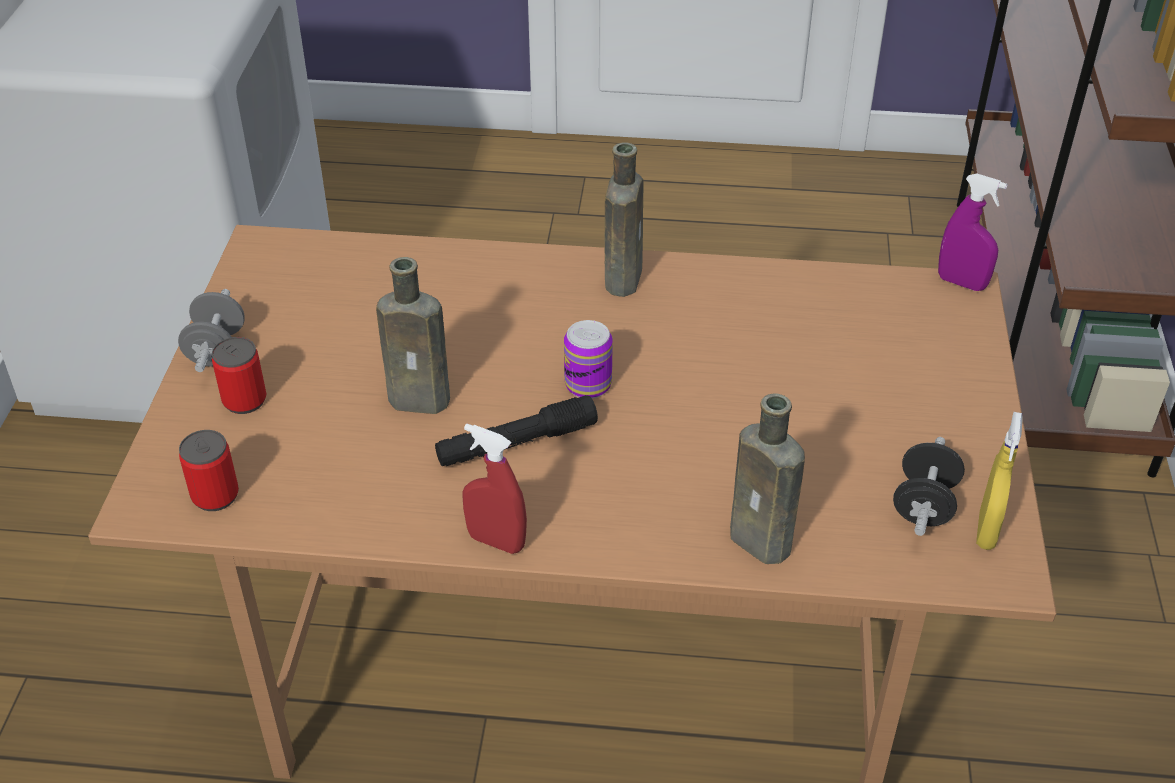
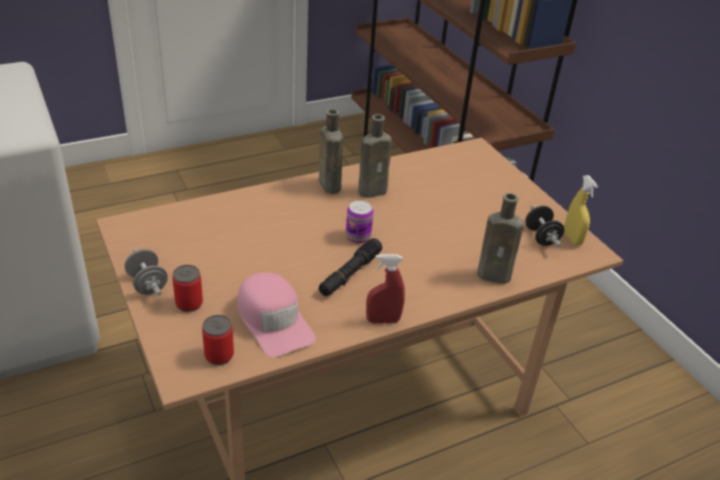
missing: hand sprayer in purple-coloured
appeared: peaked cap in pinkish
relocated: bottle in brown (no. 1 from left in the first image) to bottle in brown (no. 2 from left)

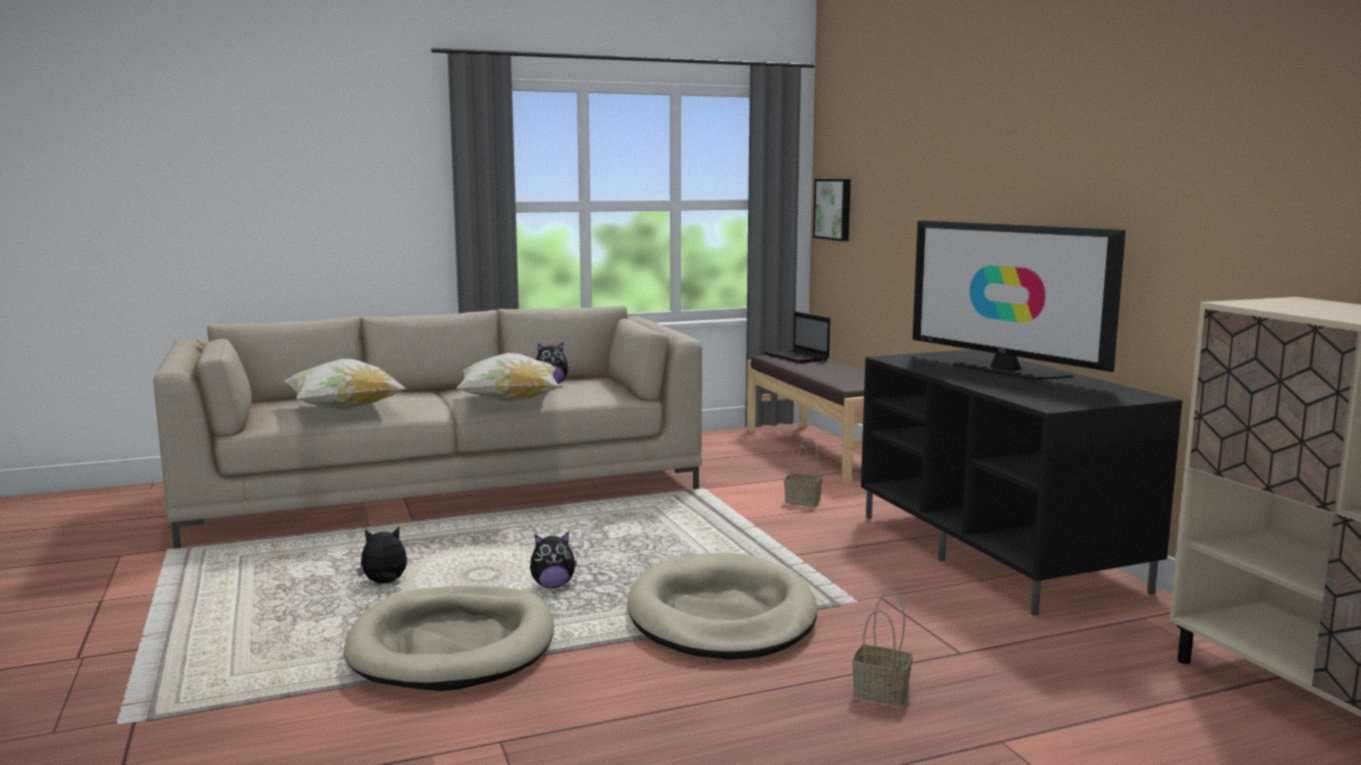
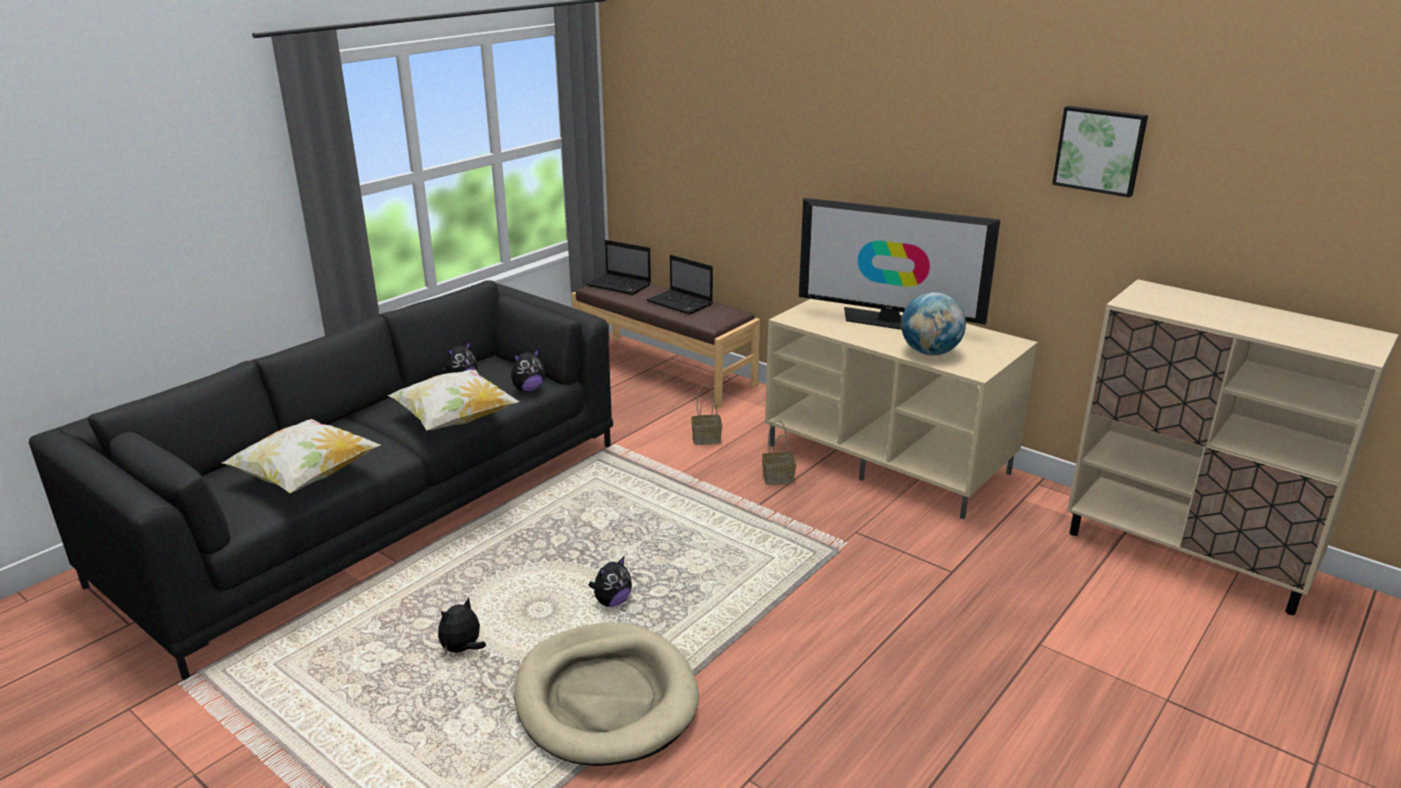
missing: pet bed in sand-coloured (no. 2 from left)
appeared: cuddly toy (no. 3 from left); notebook computer (no. 2 from left); desk globe
relocated: wall picture; basket (no. 2 from left)
colour: sofa in sand-coloured to sofa in black; media console in black to media console in sand-coloured

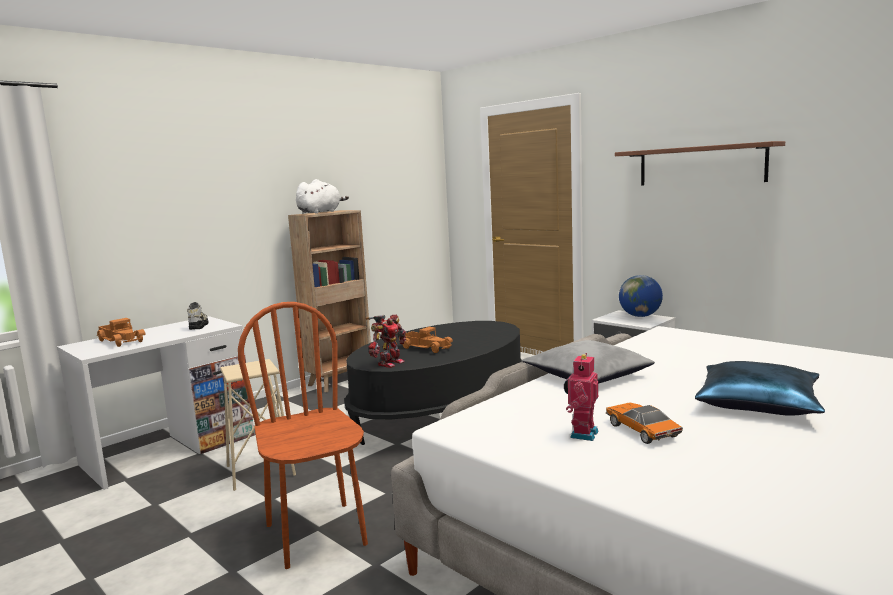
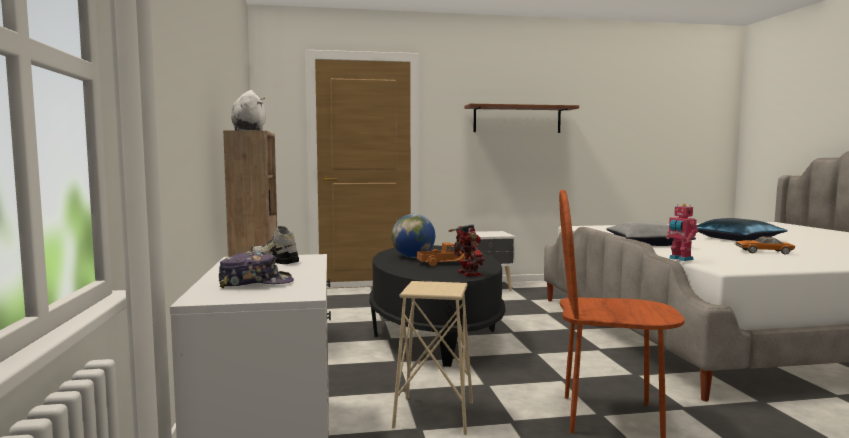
relocated: robot figure (no. 2 from left); desk globe
exchanged: toy lorry (no. 1 from left) to peaked cap

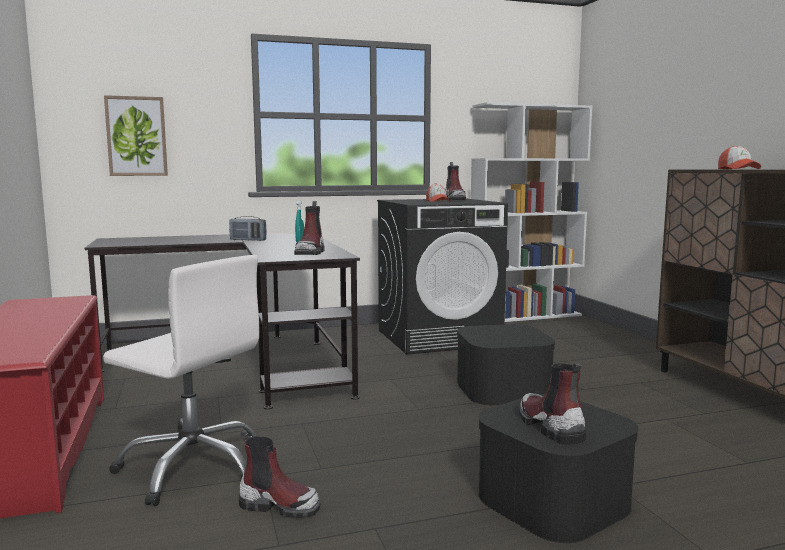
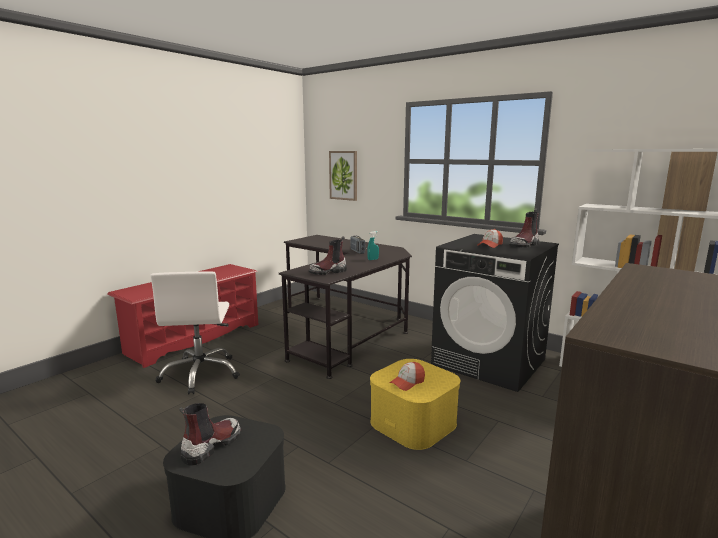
missing: tall boot (no. 1 from left)
relocated: peaked cap (no. 2 from left in the first image) to peaked cap (no. 1 from left)
colour: storage container in black (no. 1 from left) to storage container in yellow-coloured

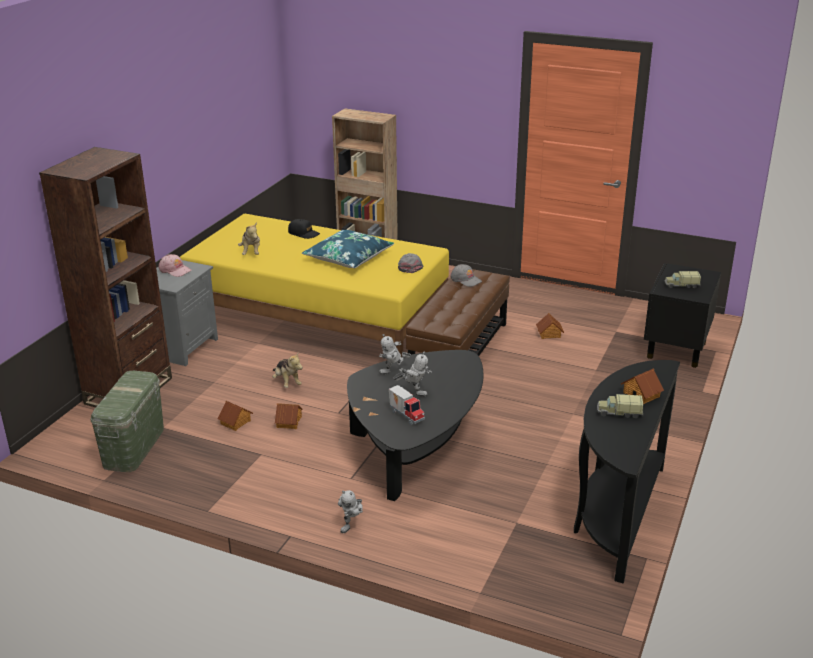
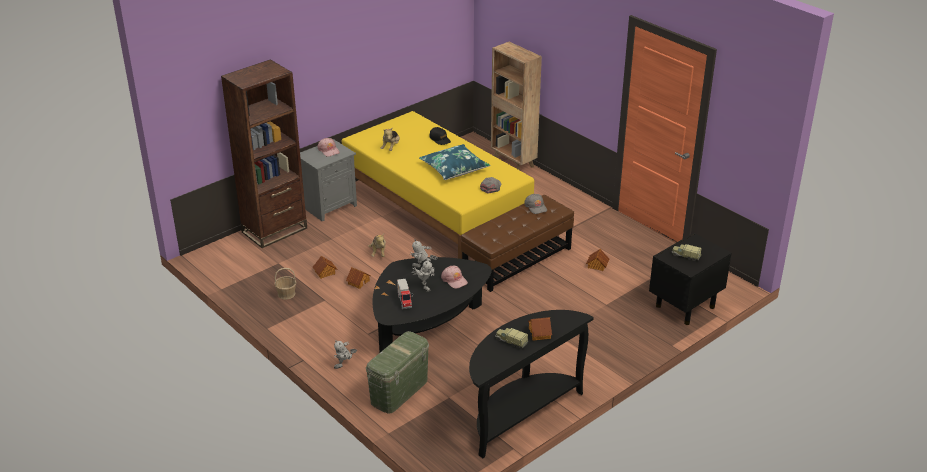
appeared: basket; peaked cap in pinkish (no. 2 from left)
relocated: storage container in green-coloured

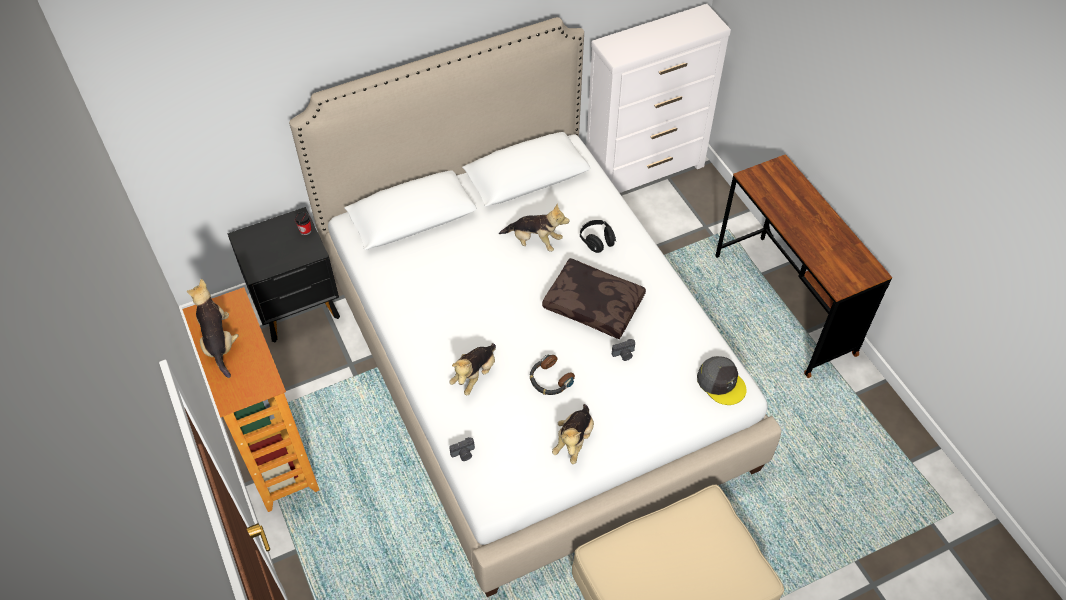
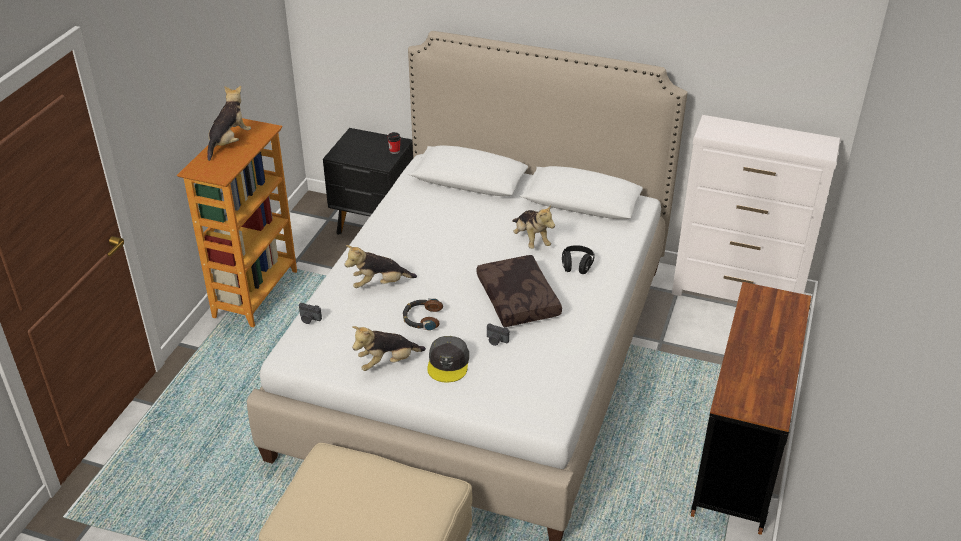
relocated: peaked cap in grey

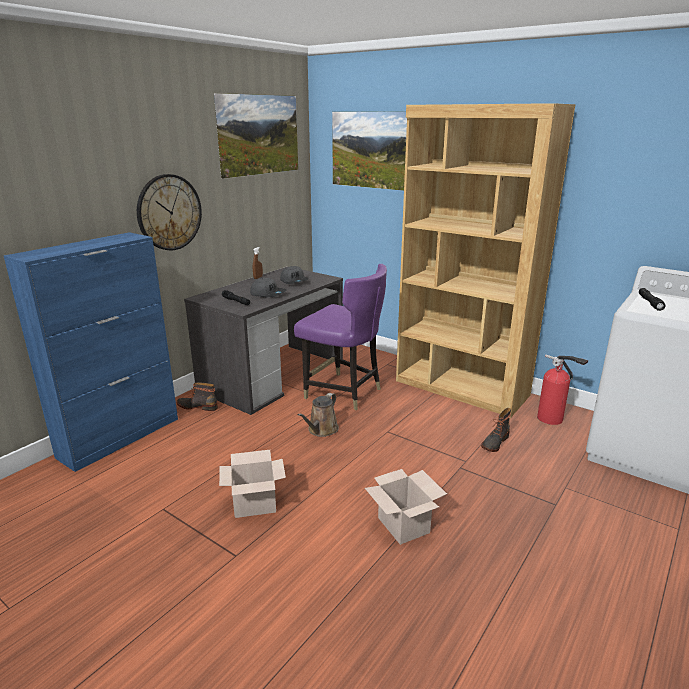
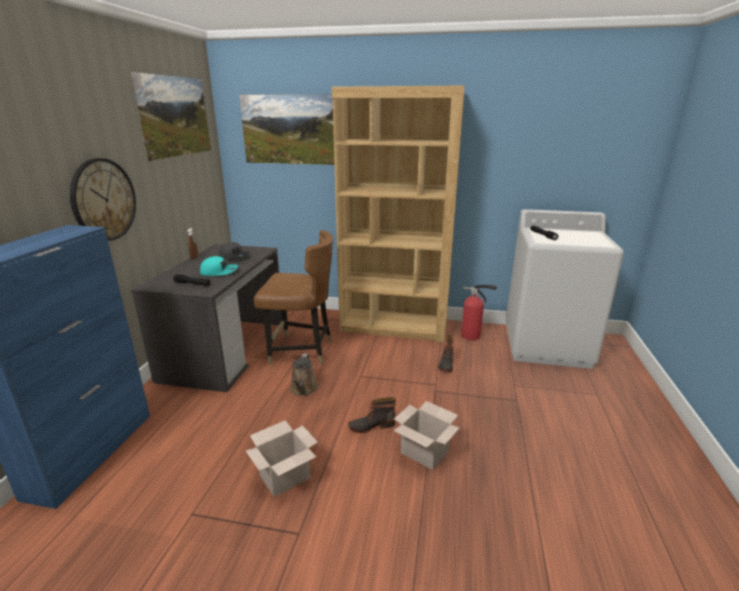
relocated: tall boot (no. 1 from left)
colour: peaked cap in grey (no. 1 from left) to peaked cap in turquoise; plain chair in purple-coloured to plain chair in brown

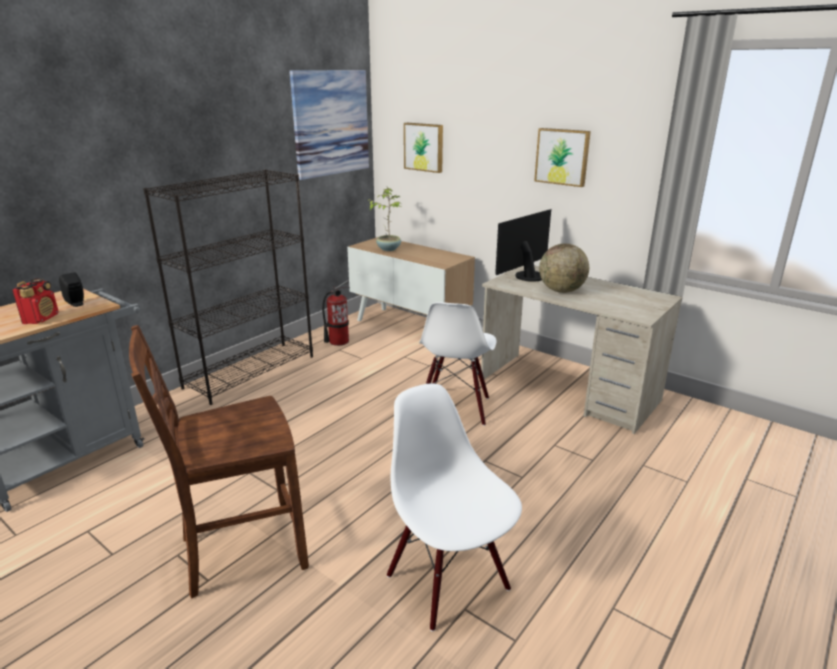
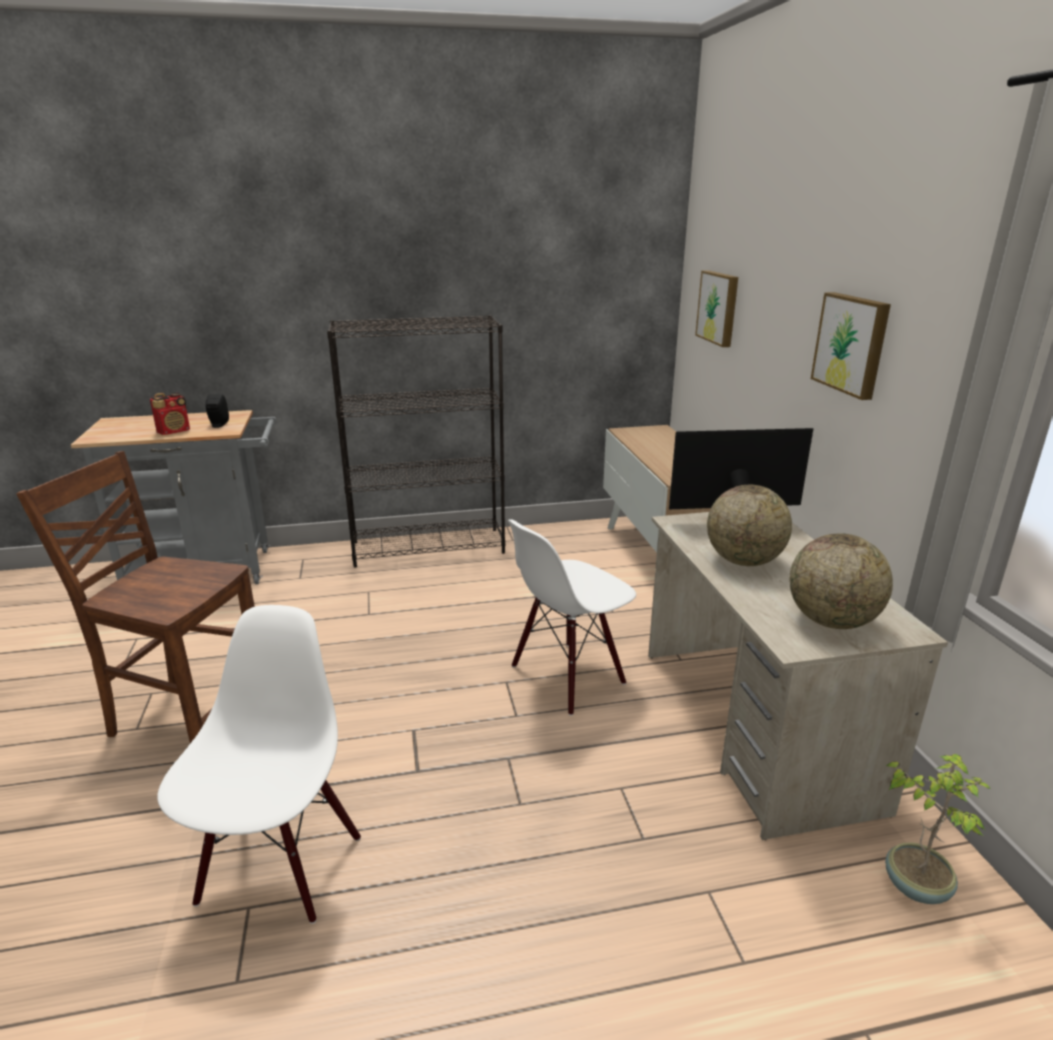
missing: wall picture (no. 1 from left); fire-fighting cylinder
appeared: desk globe (no. 2 from left)
relocated: houseplant

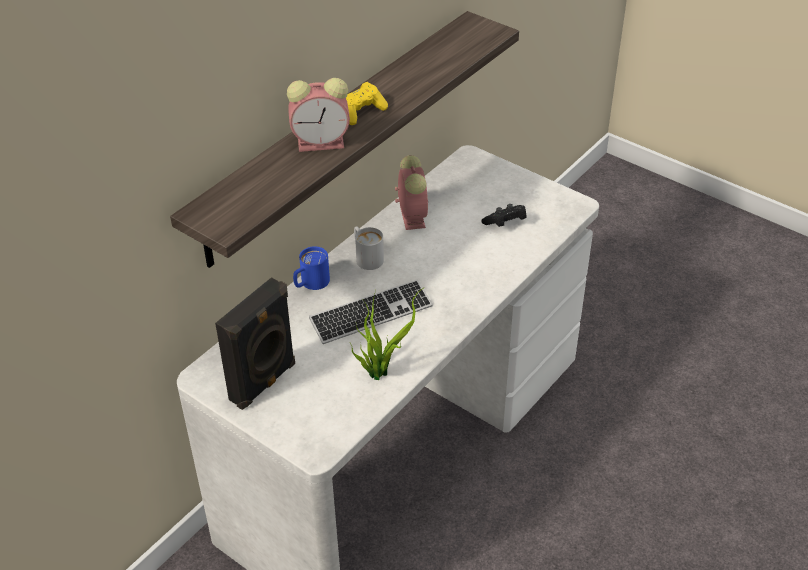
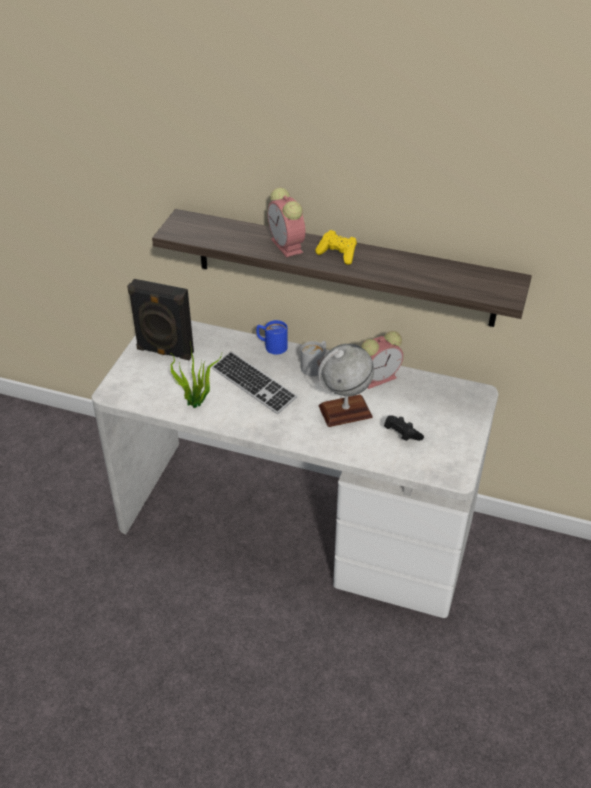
appeared: desk globe

